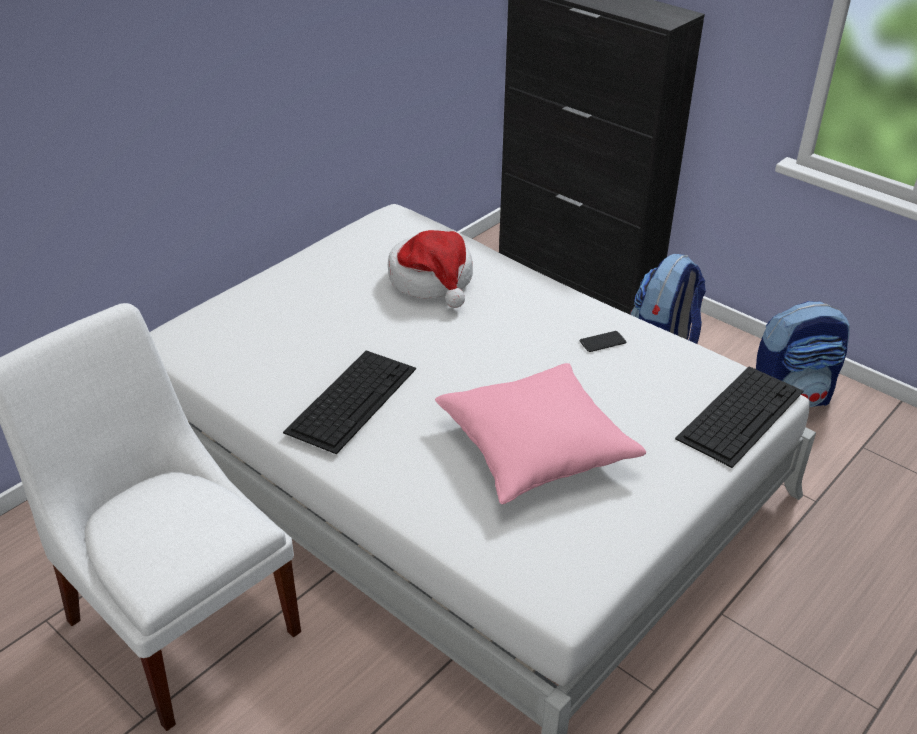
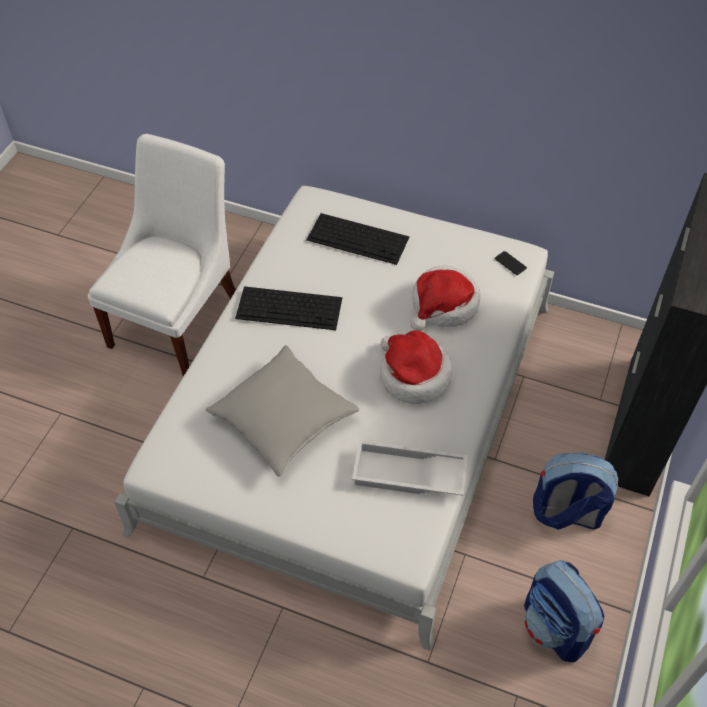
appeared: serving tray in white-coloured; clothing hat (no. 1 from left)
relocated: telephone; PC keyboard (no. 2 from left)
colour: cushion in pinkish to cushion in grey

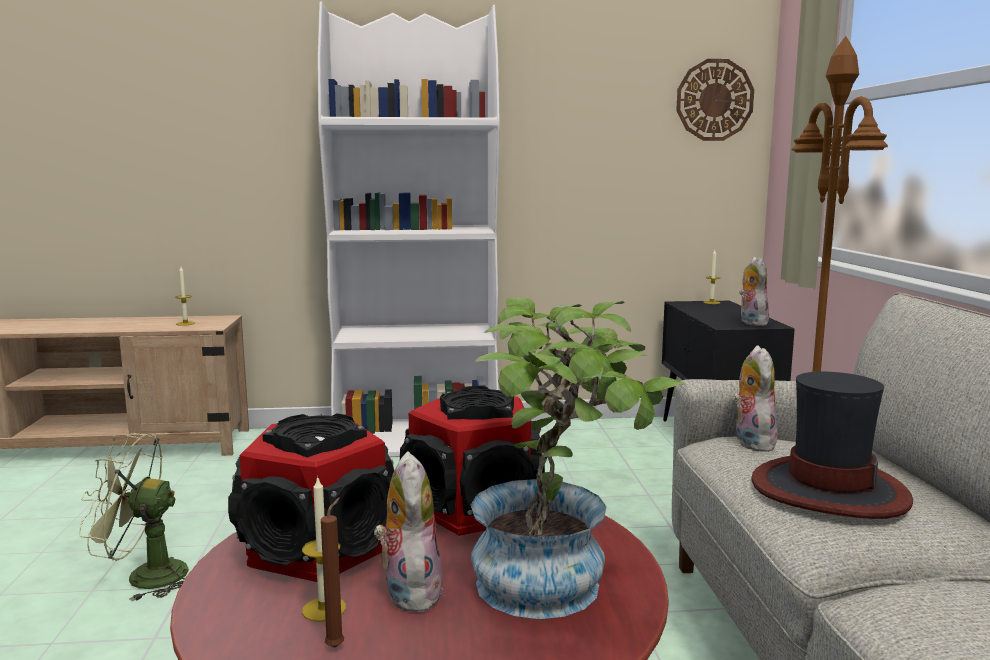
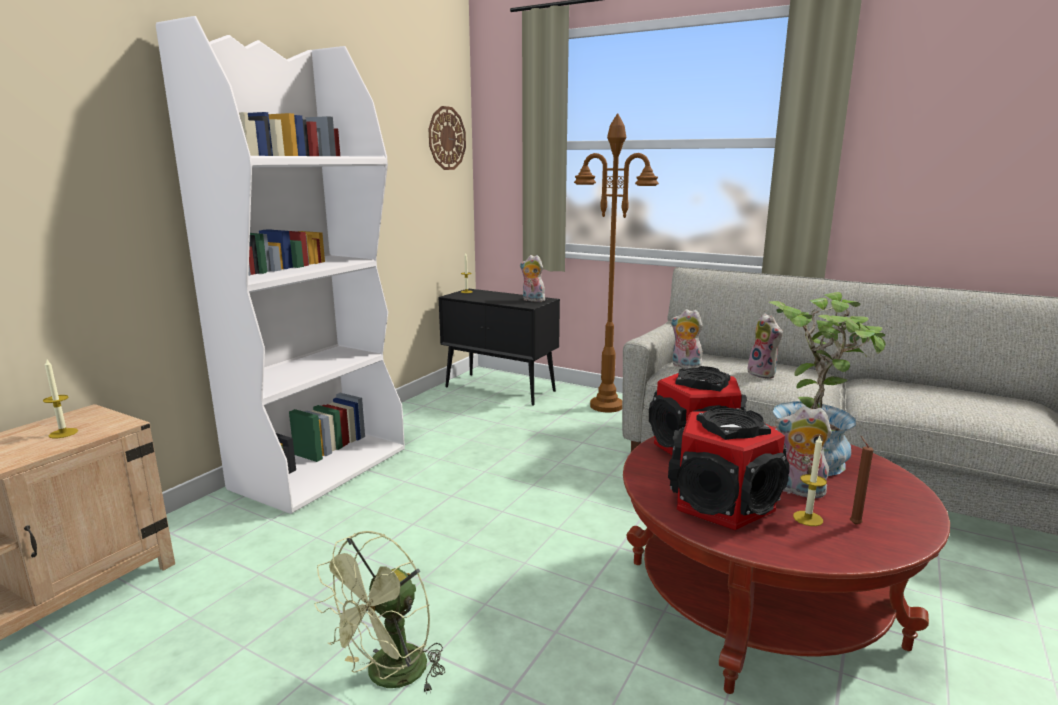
exchanged: clothing hat to cuddly toy (no. 3 from left)

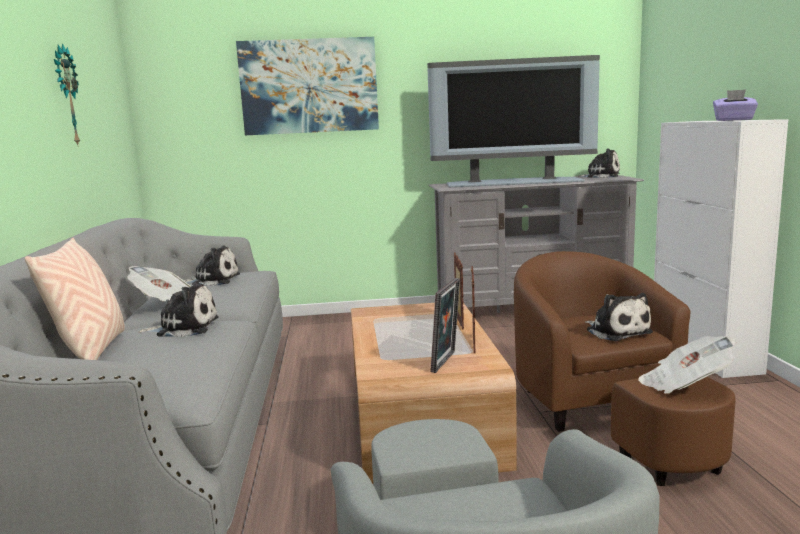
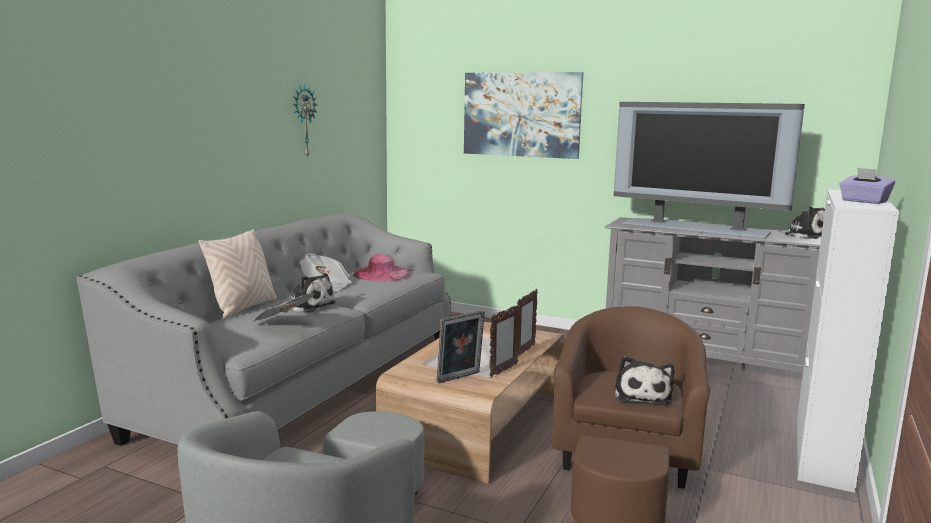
relocated: daily paper (no. 2 from left in the first image) to daily paper (no. 1 from left)
exchanged: cuddly toy (no. 2 from left) to clothing hat in pinkish

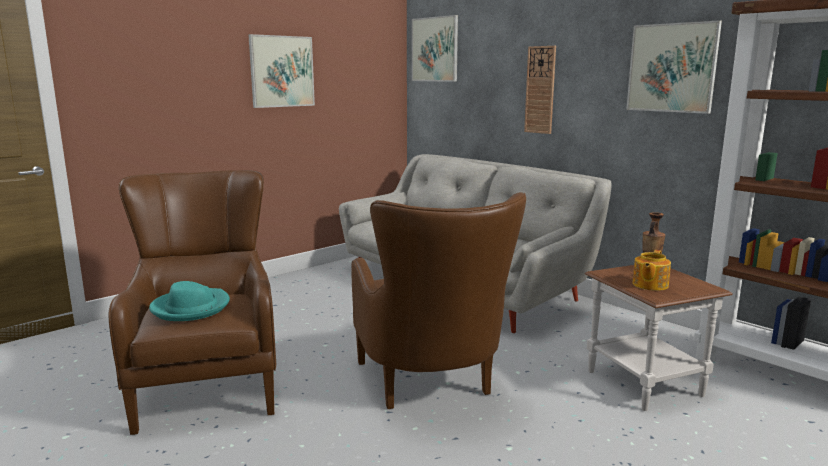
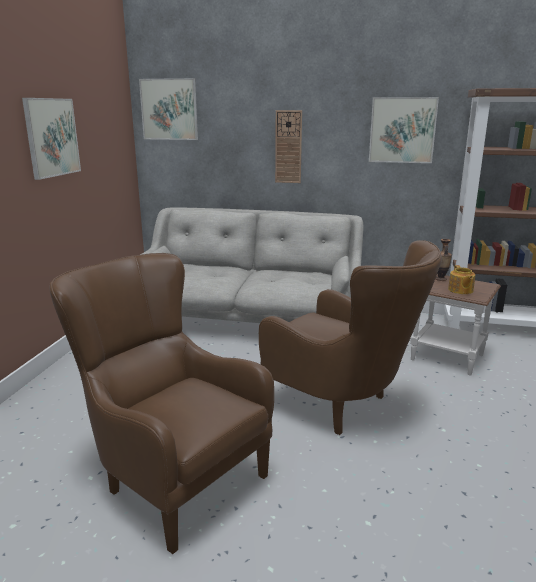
missing: clothing hat in turquoise

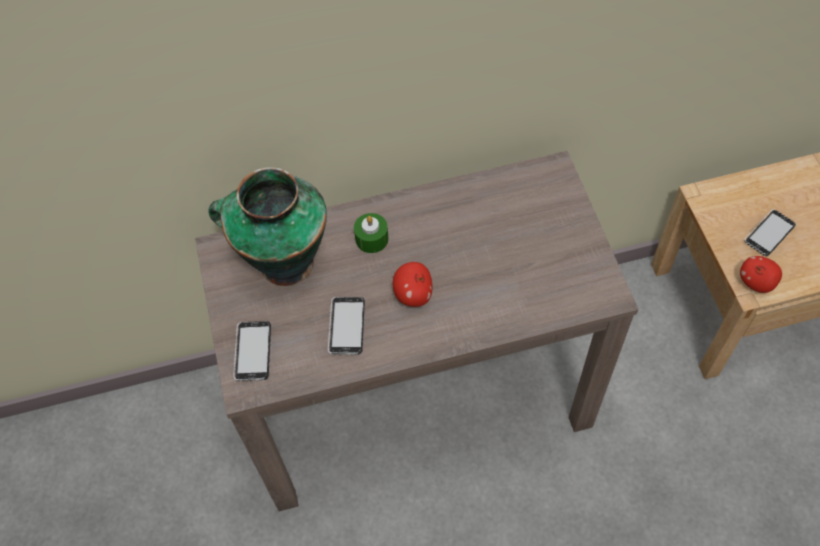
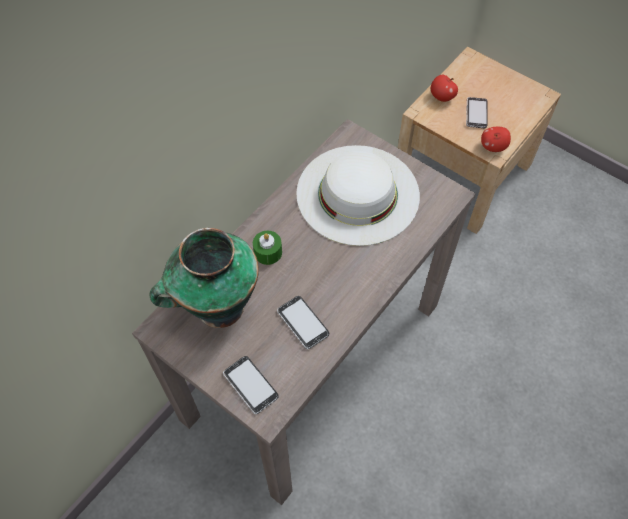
appeared: clothing hat in white-coloured
relocated: apple fruit (no. 1 from left)

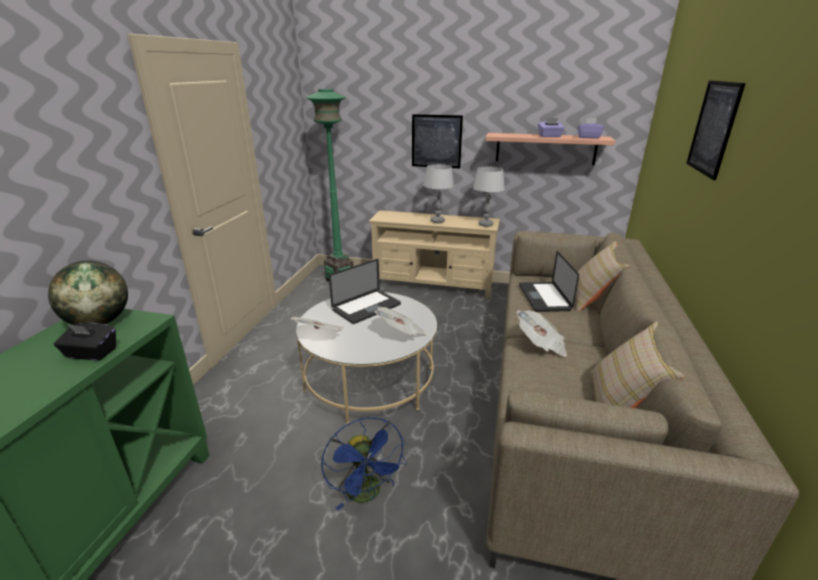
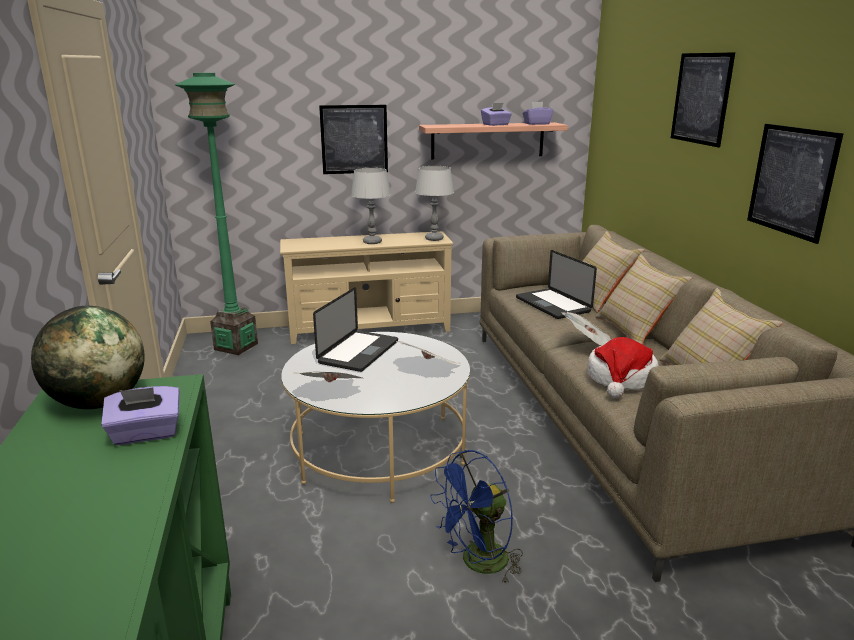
appeared: clothing hat; cushion in sand-coloured (no. 2 from left); wall picture (no. 3 from left)
colour: box of tissues in black to box of tissues in purple-coloured (no. 1 from left)
spun: cooling fan in blue-coloured 105 degrees clockwise

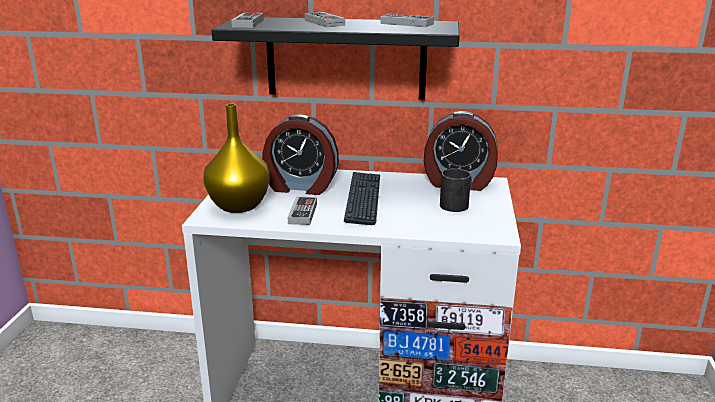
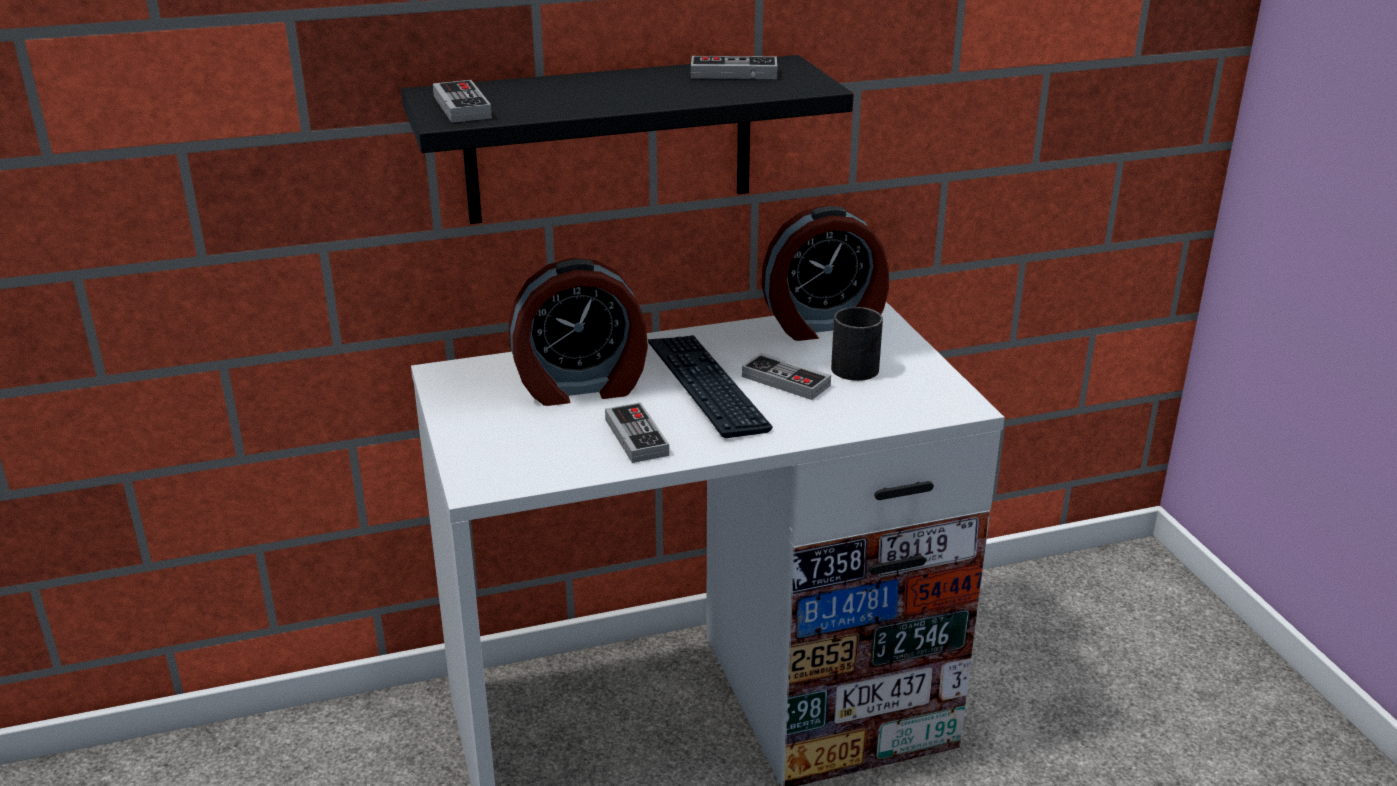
missing: decorative vase in yellow-coloured
relocated: gamepad (no. 3 from left in the first image) to gamepad (no. 4 from left)

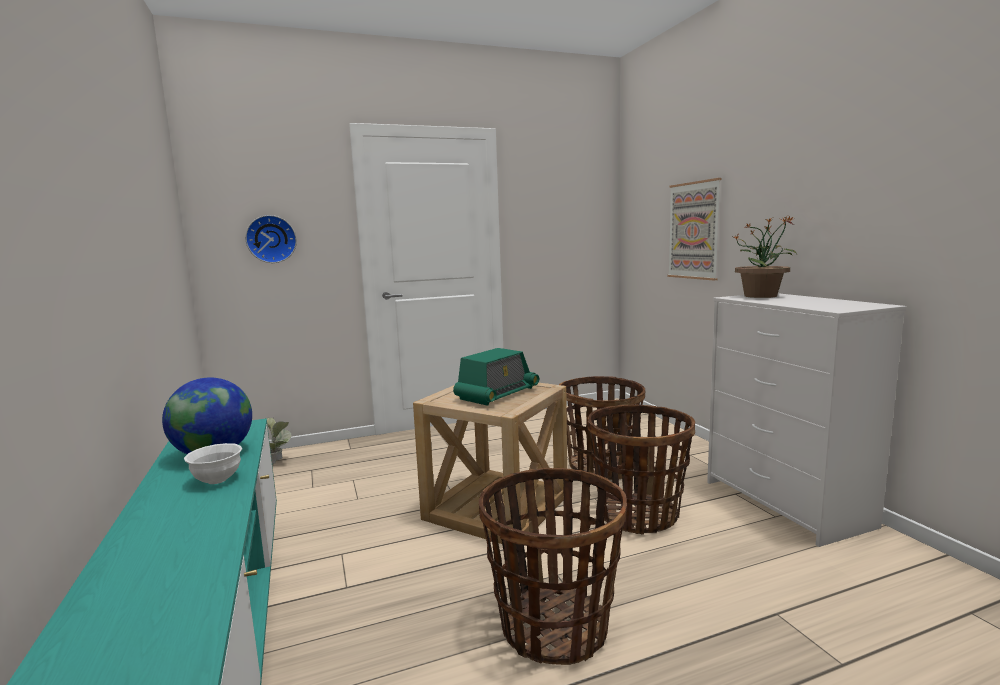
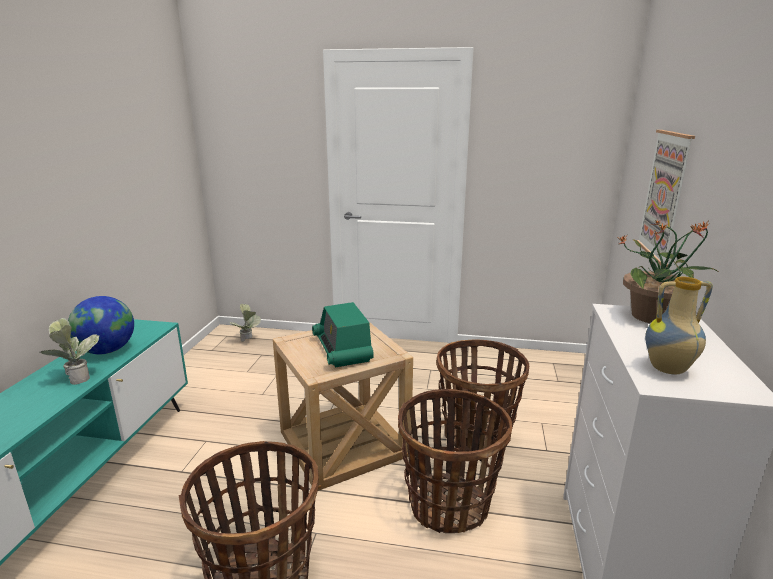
missing: clock on the wall
appeared: decorative vase
exchanged: bowl in white-coloured to houseplant (no. 1 from left)
spun: radio 90 degrees clockwise

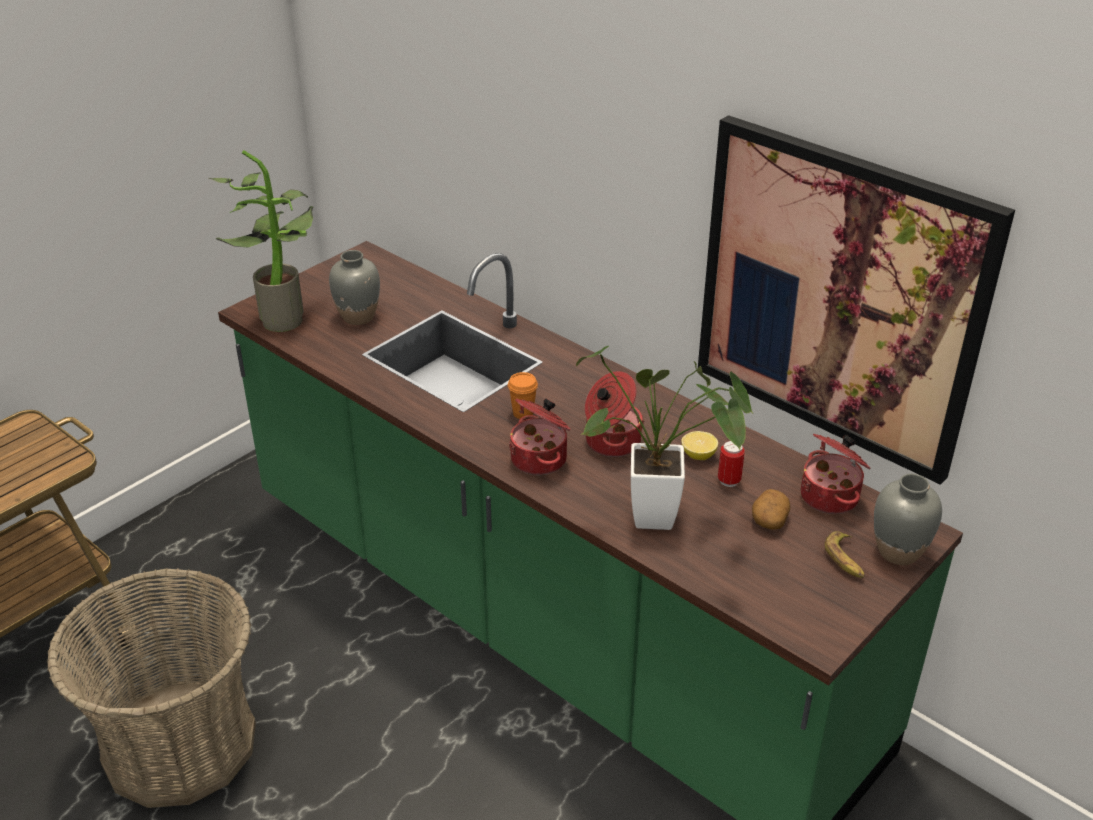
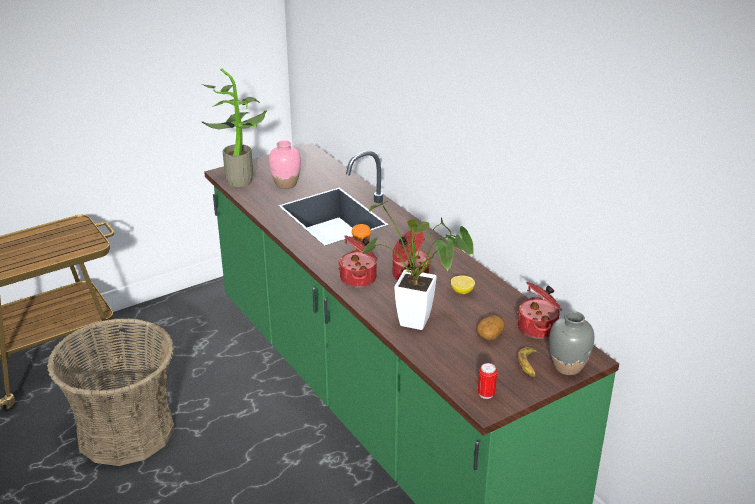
missing: wall picture
relocated: metal can
colour: decorative vase in grey (no. 1 from left) to decorative vase in pinkish

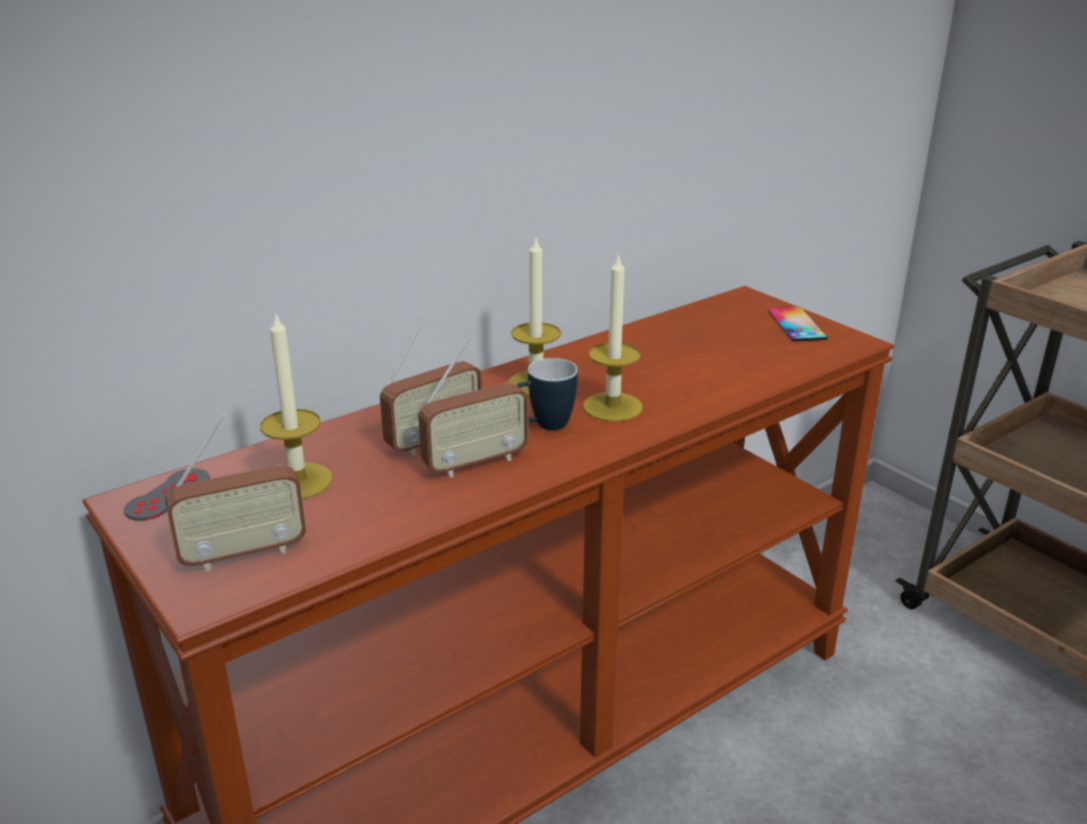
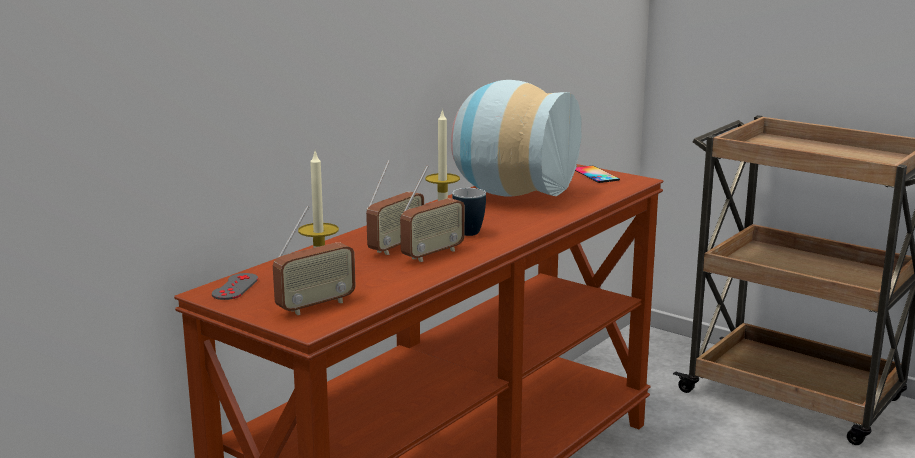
missing: wax light (no. 3 from left)
appeared: decorative vase

